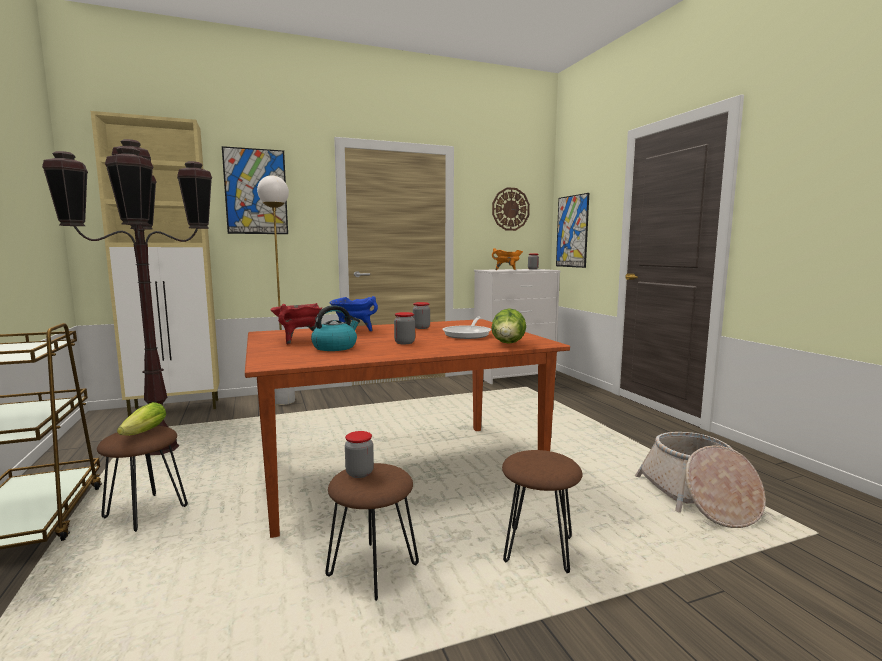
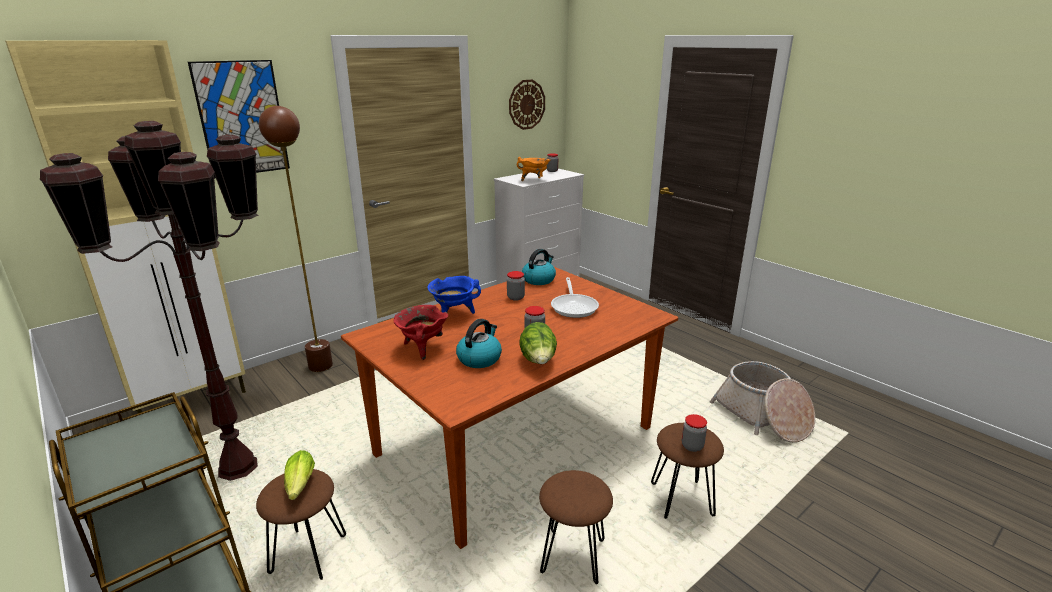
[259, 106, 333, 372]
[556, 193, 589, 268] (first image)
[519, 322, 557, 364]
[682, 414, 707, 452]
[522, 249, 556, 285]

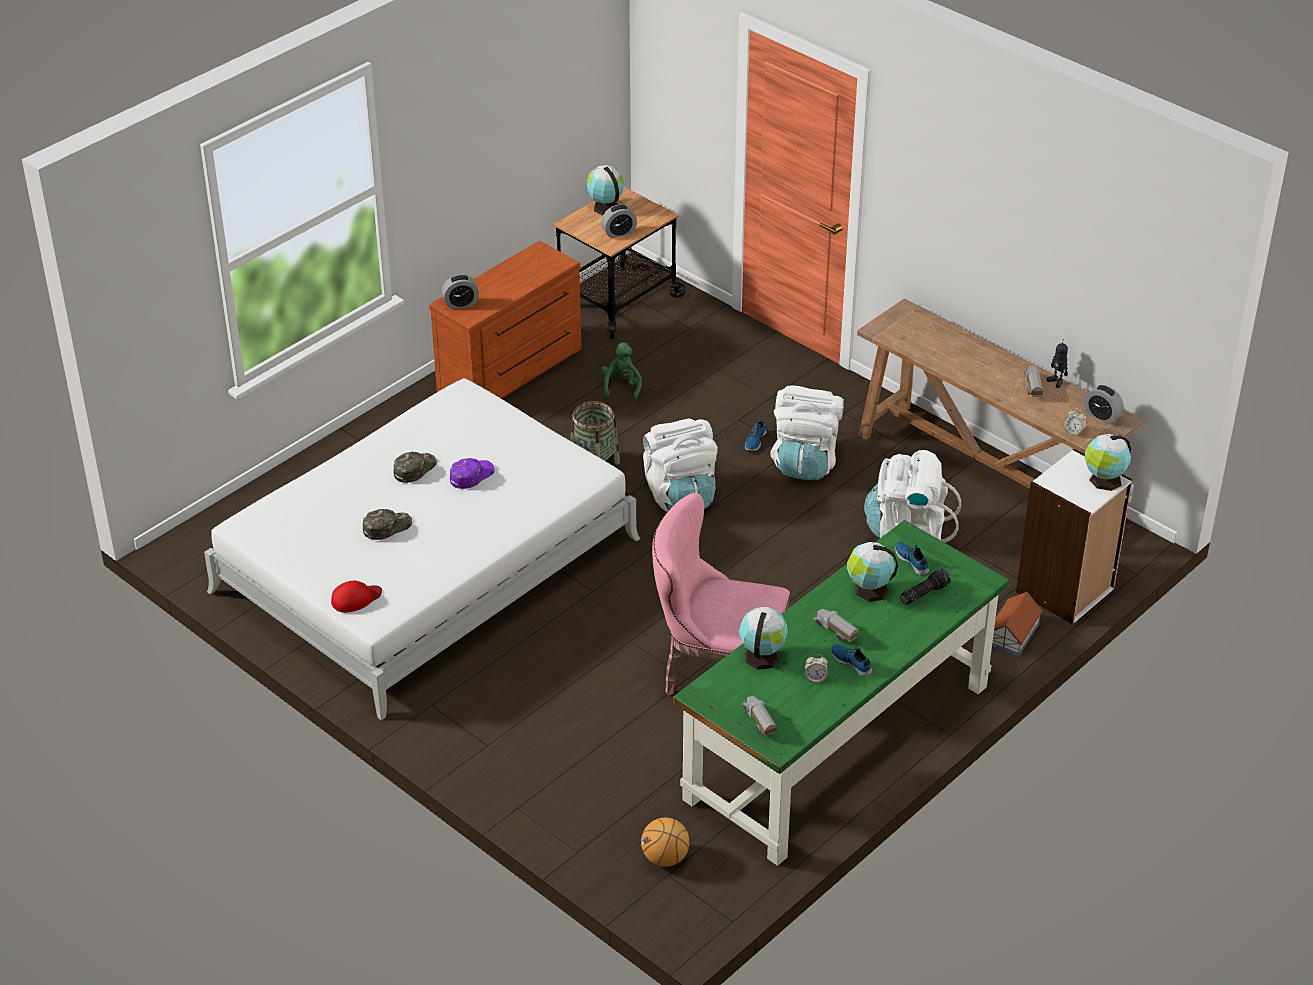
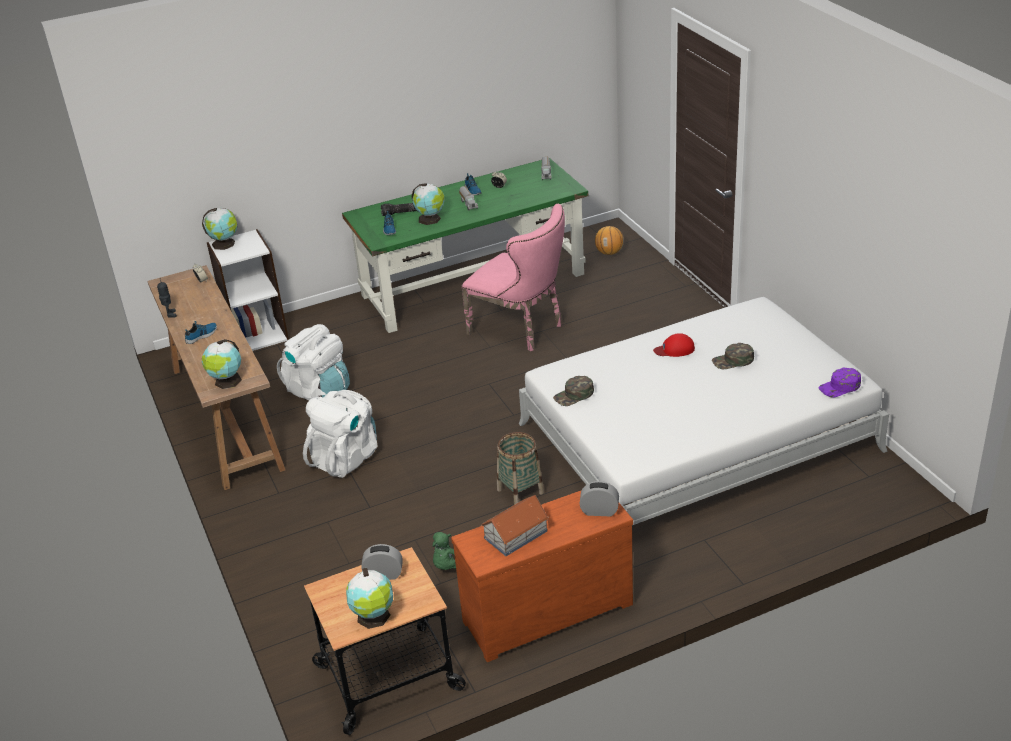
[1024, 366, 1043, 397] (first image)
[1084, 385, 1124, 424] (first image)
[643, 418, 718, 512] (first image)
[185, 321, 217, 344]
[553, 376, 594, 406]
[818, 368, 861, 398]
[653, 333, 695, 357]
[481, 495, 549, 556]
[202, 339, 242, 389]

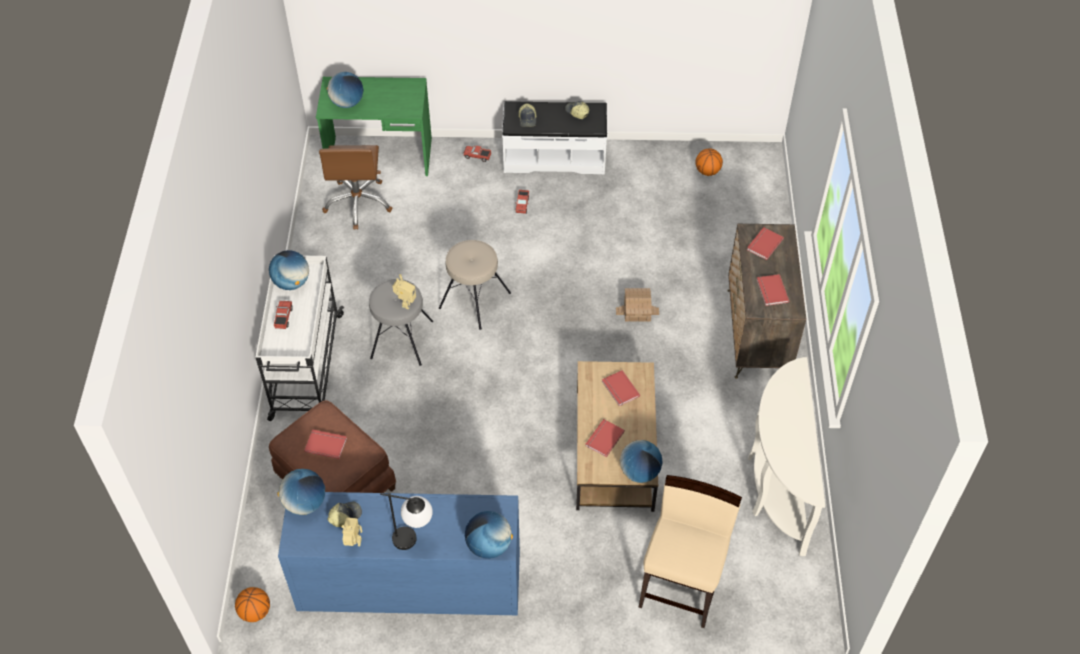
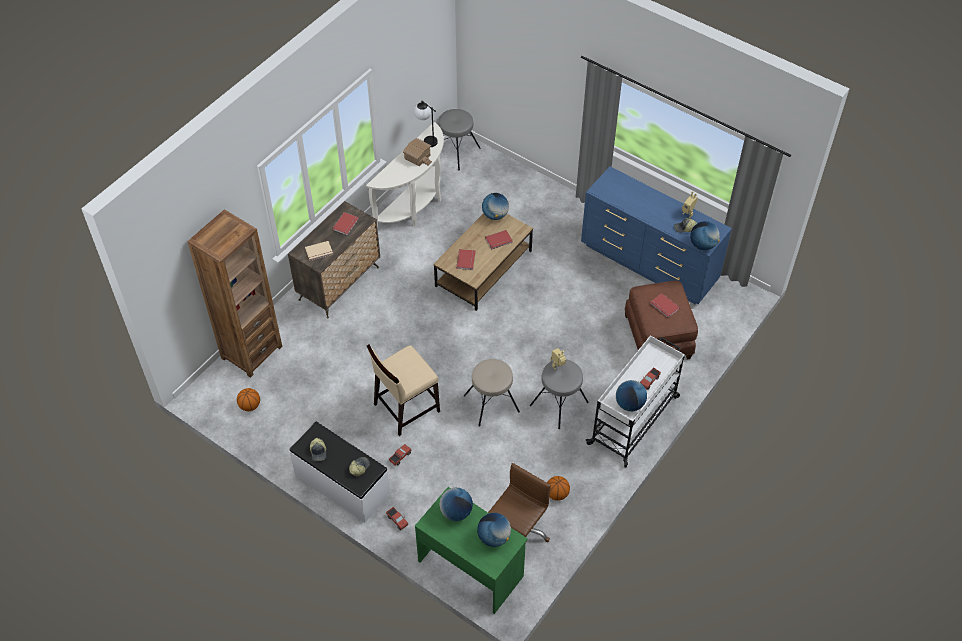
[305, 241, 333, 261]
[403, 138, 432, 166]
[367, 344, 440, 436]
[414, 101, 438, 147]
[439, 488, 473, 521]
[547, 476, 570, 501]
[438, 109, 480, 170]
[187, 209, 282, 378]

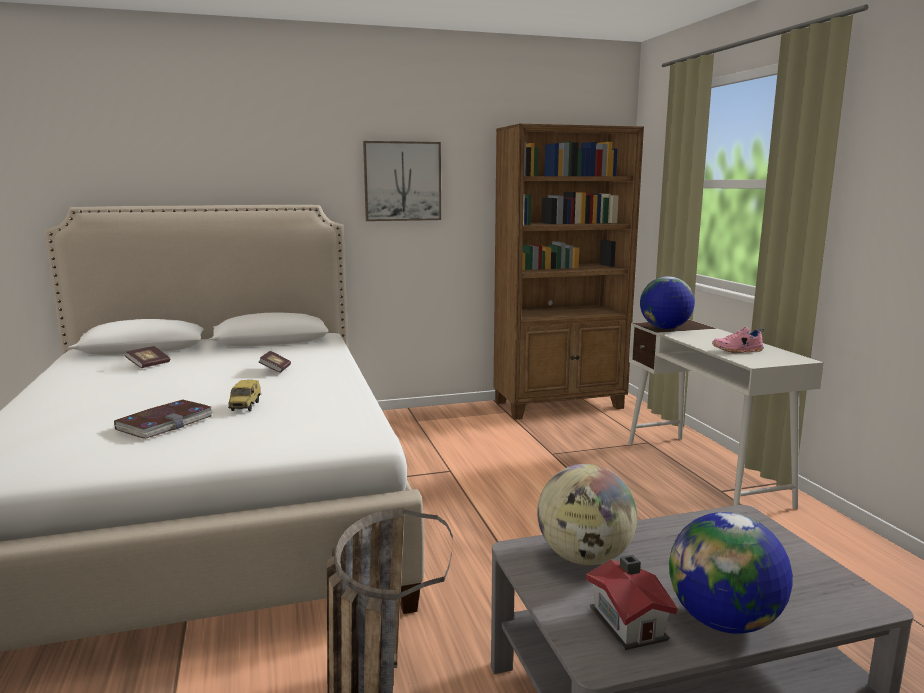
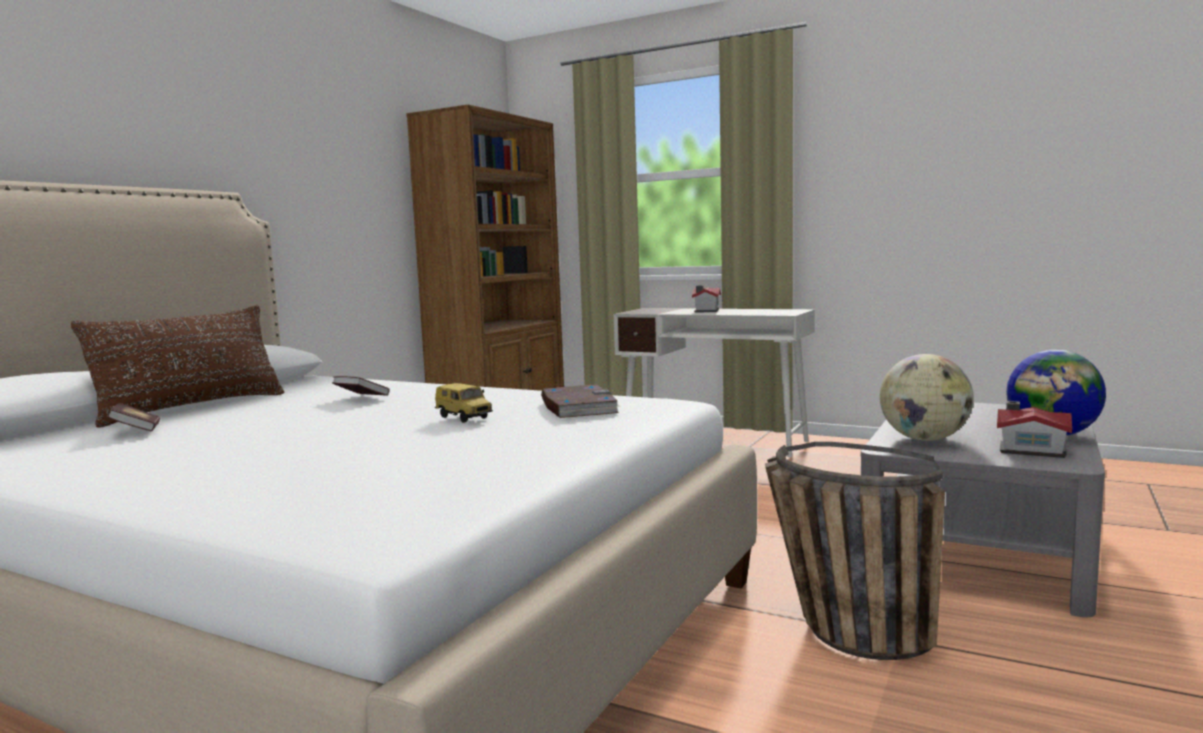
[363, 141, 441, 221] (first image)
[640, 276, 695, 329] (first image)
[712, 327, 764, 353] (first image)
[541, 385, 621, 418]
[692, 285, 721, 313]
[71, 306, 284, 428]

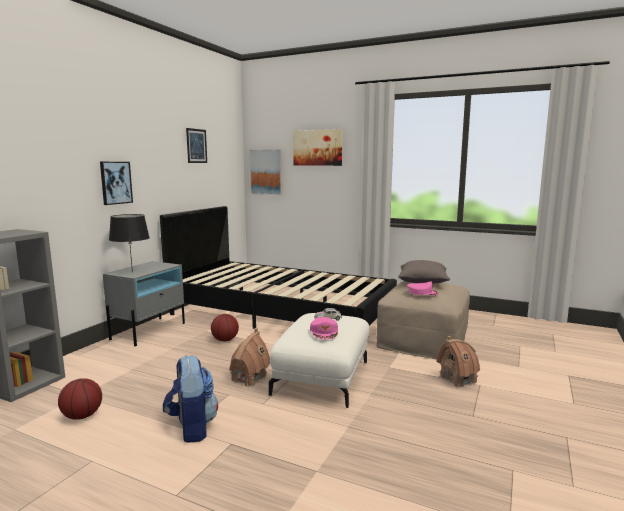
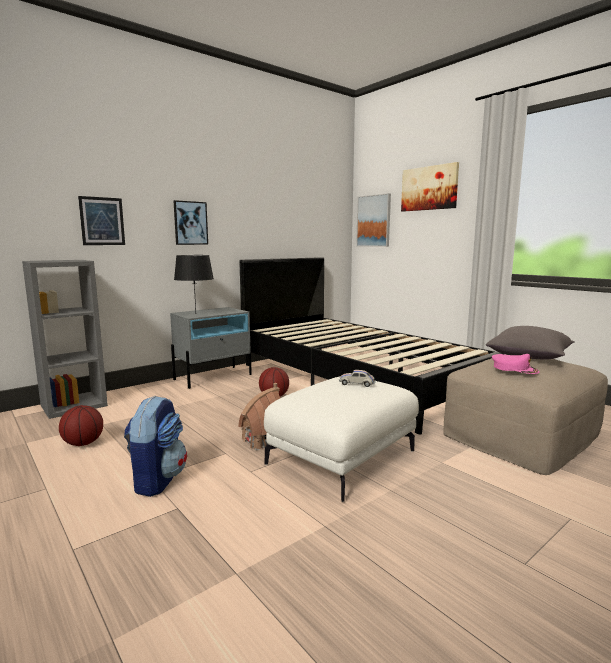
[78, 196, 125, 245]
[310, 317, 338, 339] (first image)
[437, 336, 480, 389] (first image)

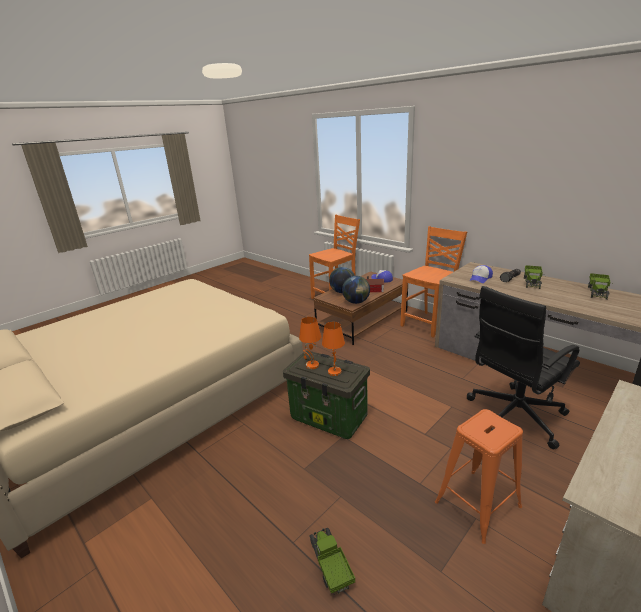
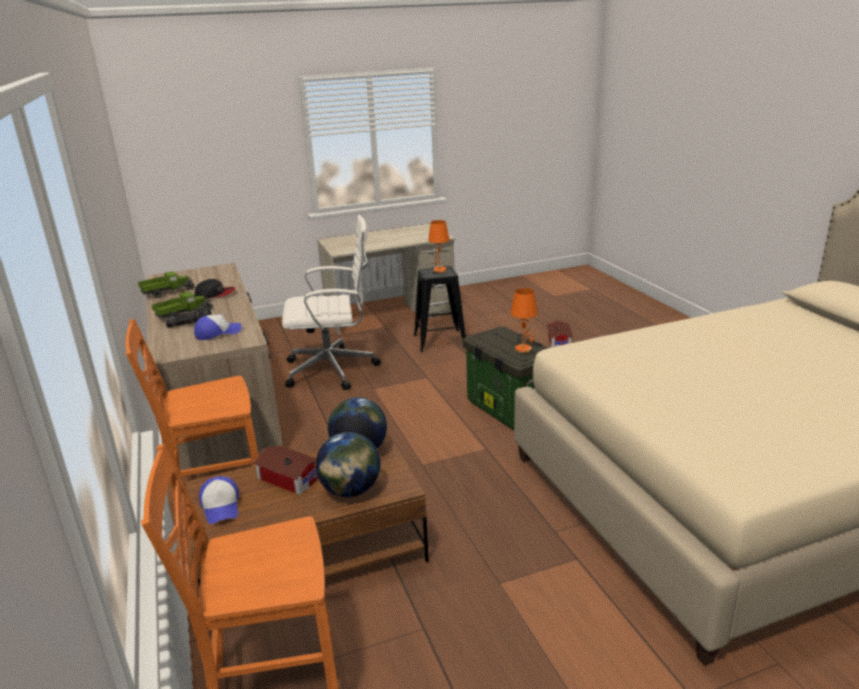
[282, 215, 381, 390]
[428, 220, 450, 273]
[414, 266, 466, 352]
[547, 320, 573, 347]
[195, 279, 235, 299]

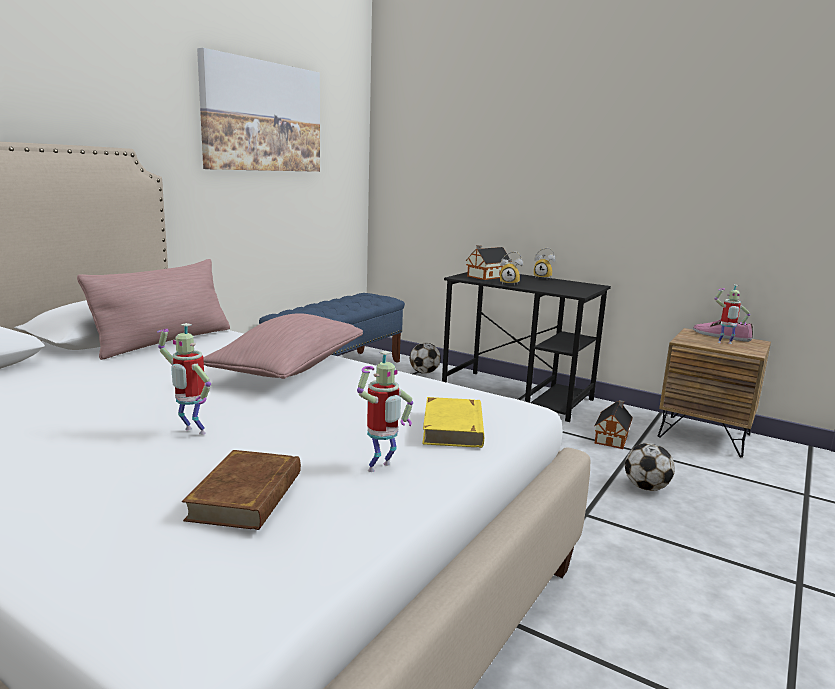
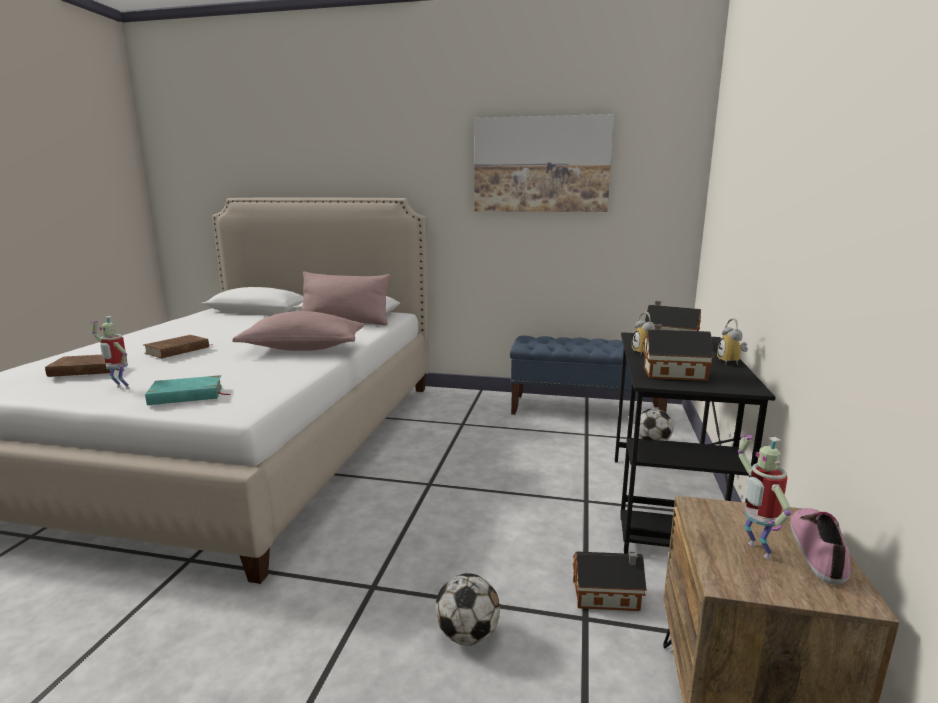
[144, 335, 212, 358]
[145, 375, 230, 405]
[642, 324, 714, 381]

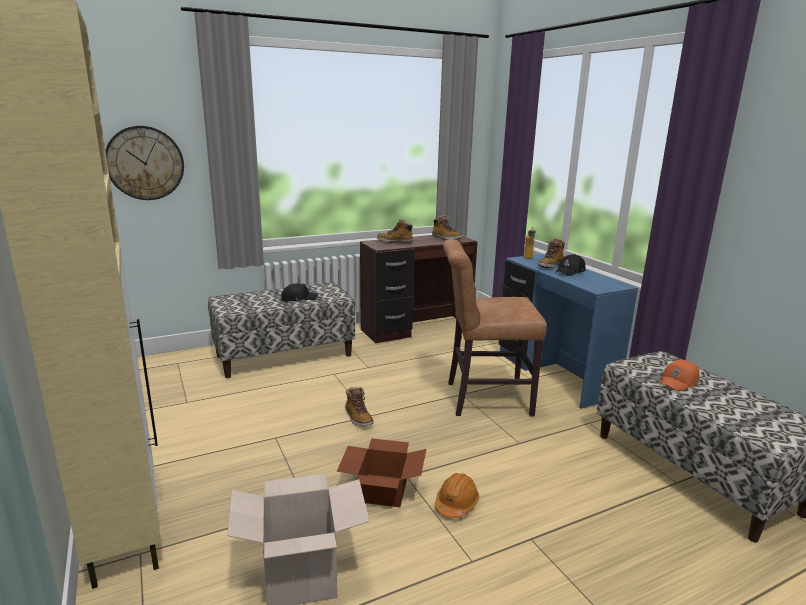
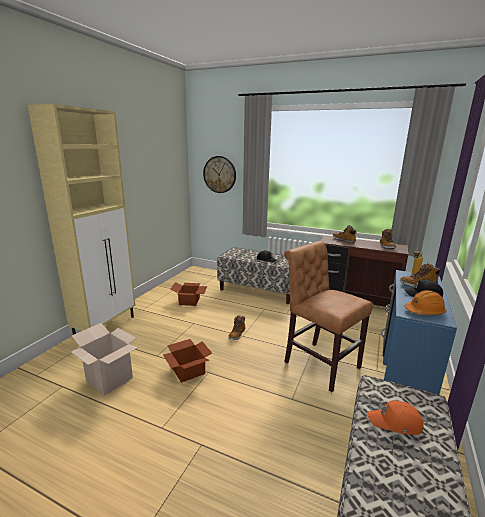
[405, 290, 447, 315]
[170, 282, 208, 306]

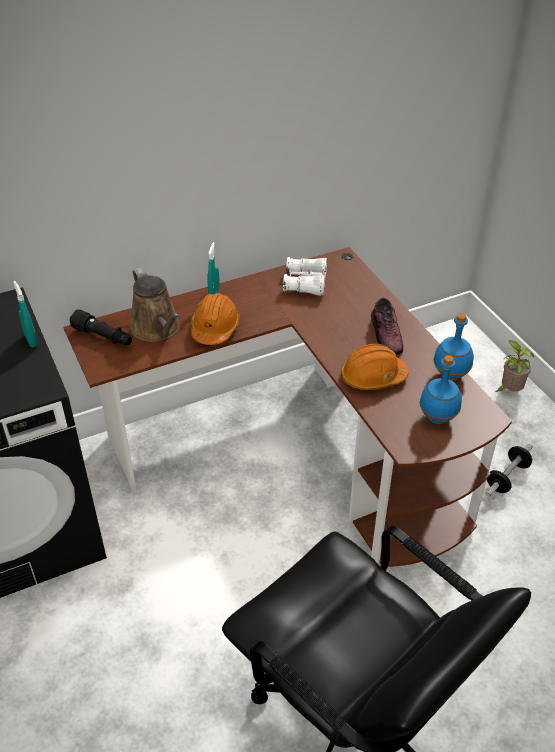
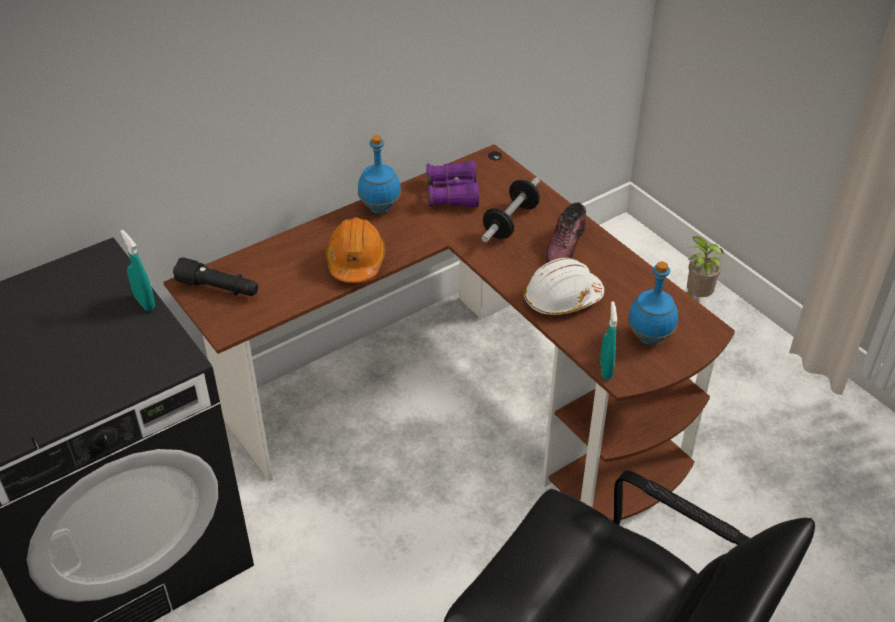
[600, 301, 617, 380]
[426, 161, 479, 208]
[130, 268, 180, 342] (first image)
[546, 202, 586, 263]
[358, 135, 401, 214]
[524, 258, 604, 315]
[481, 177, 540, 242]

